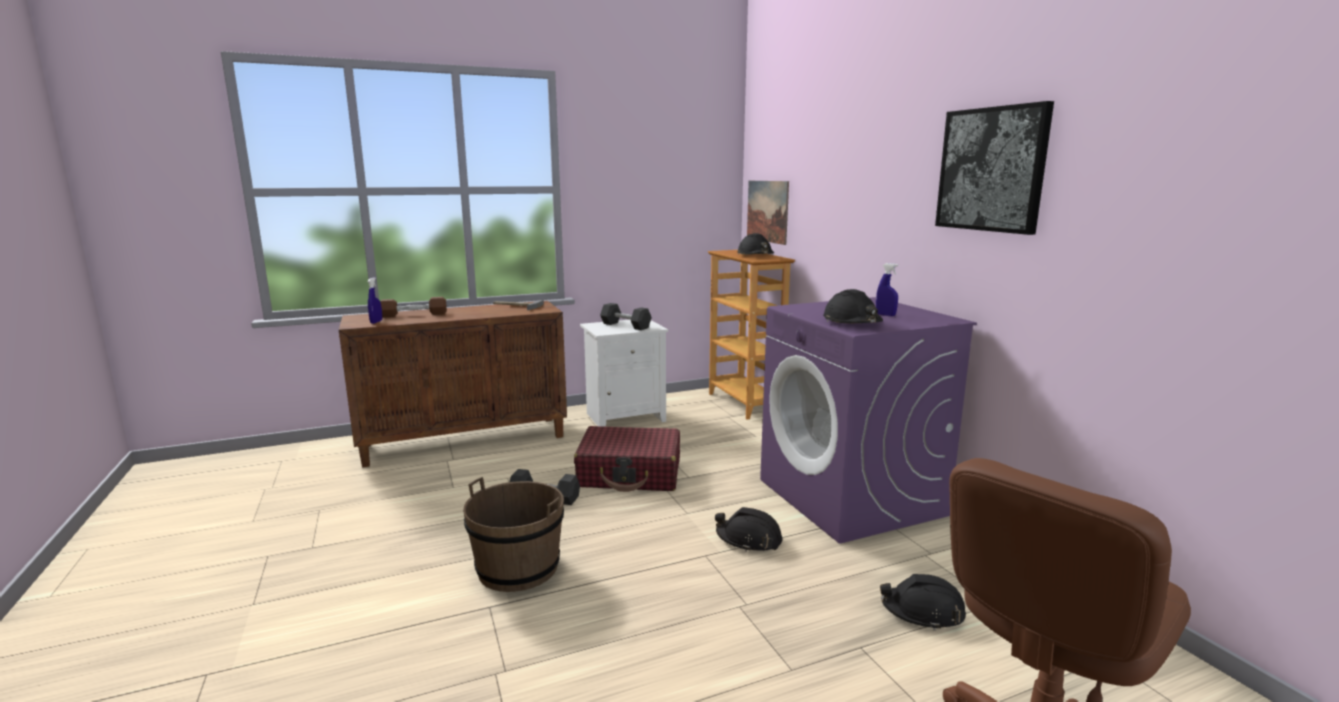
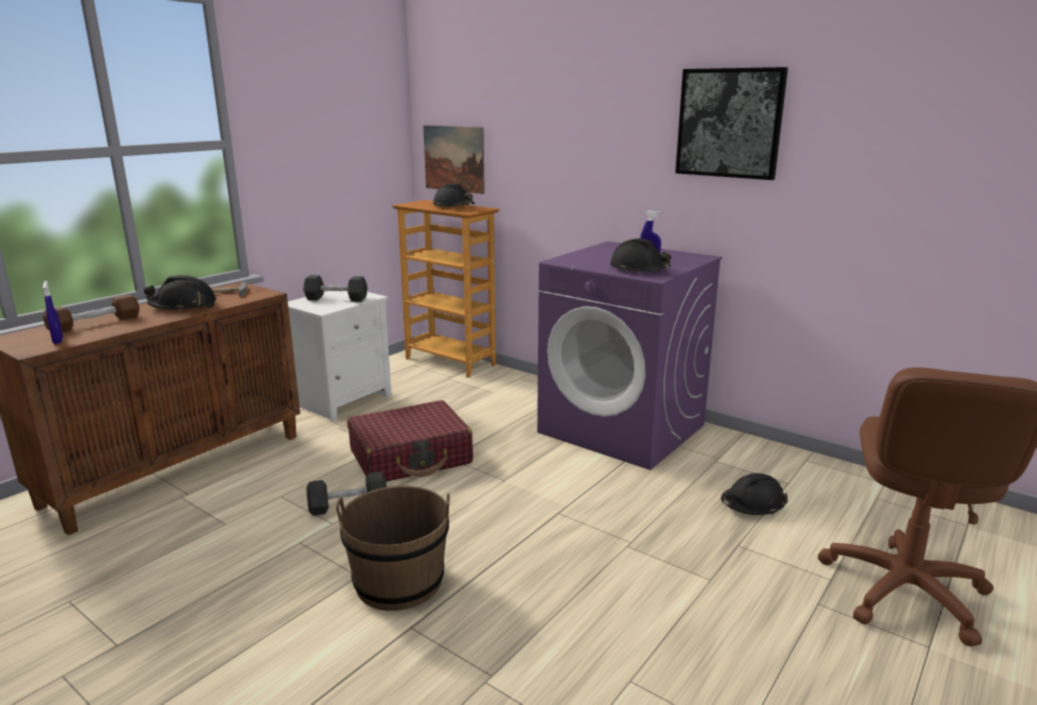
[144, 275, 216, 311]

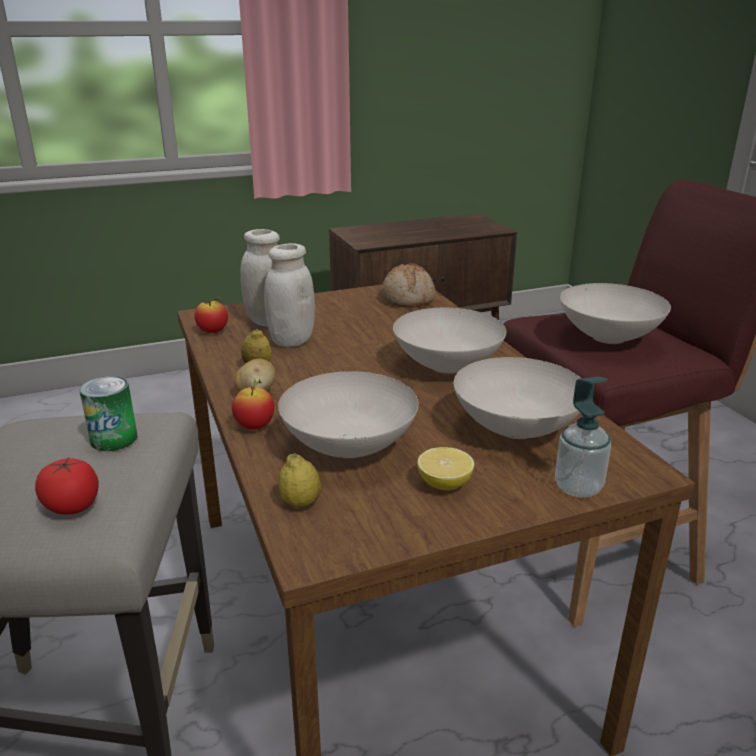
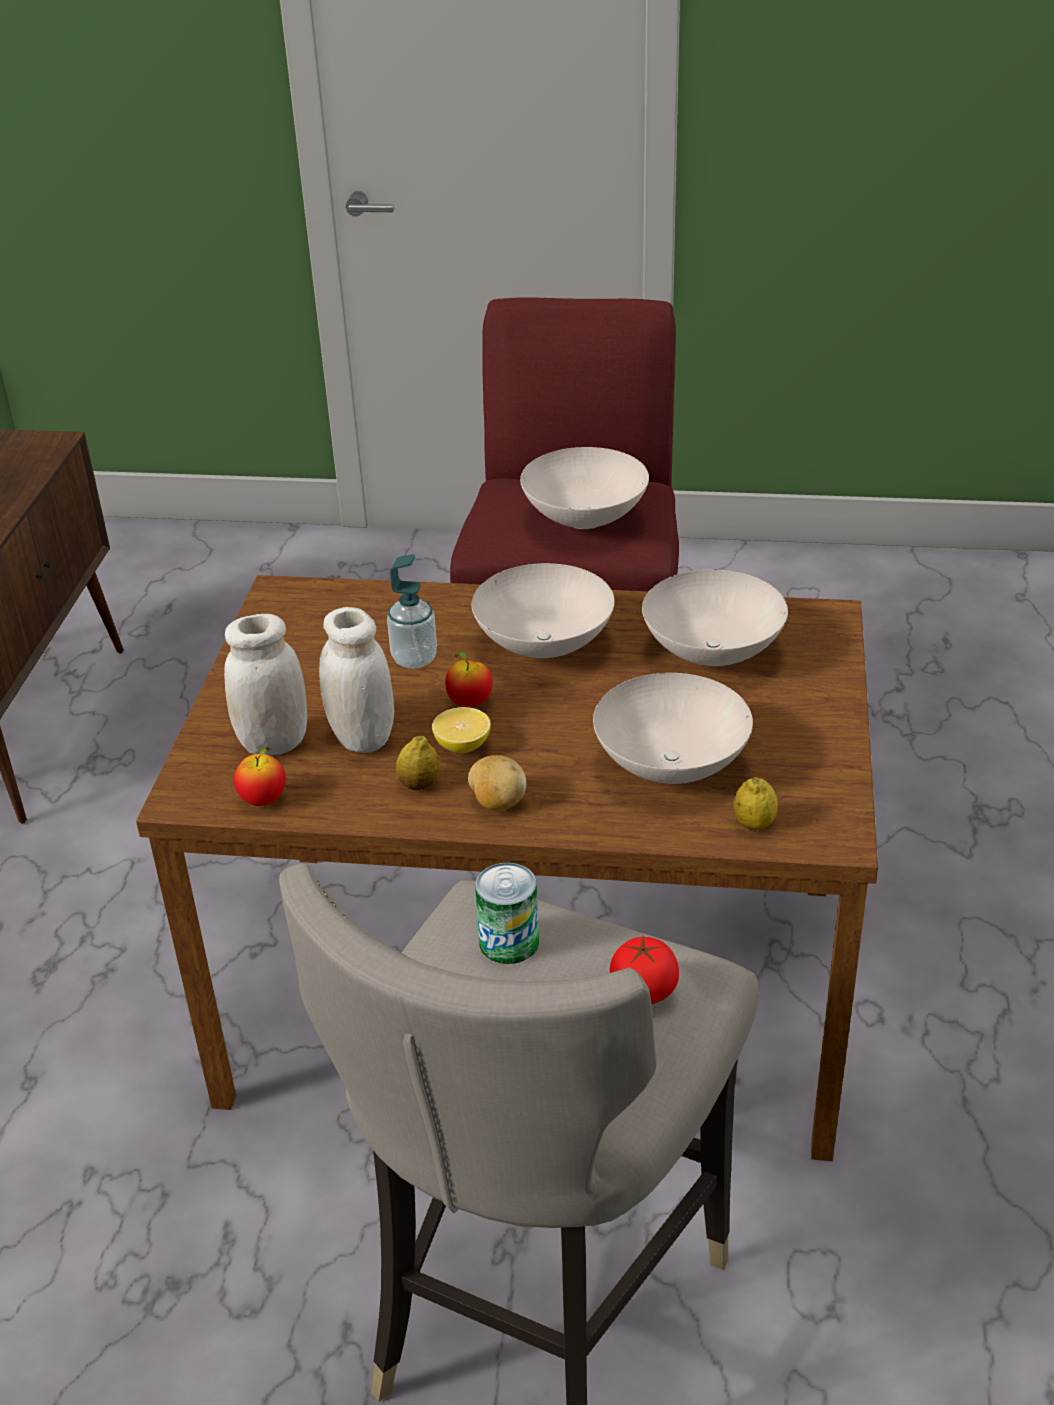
[381, 263, 436, 308] (first image)
[387, 554, 437, 669]
[445, 651, 493, 707]
[432, 707, 491, 754]

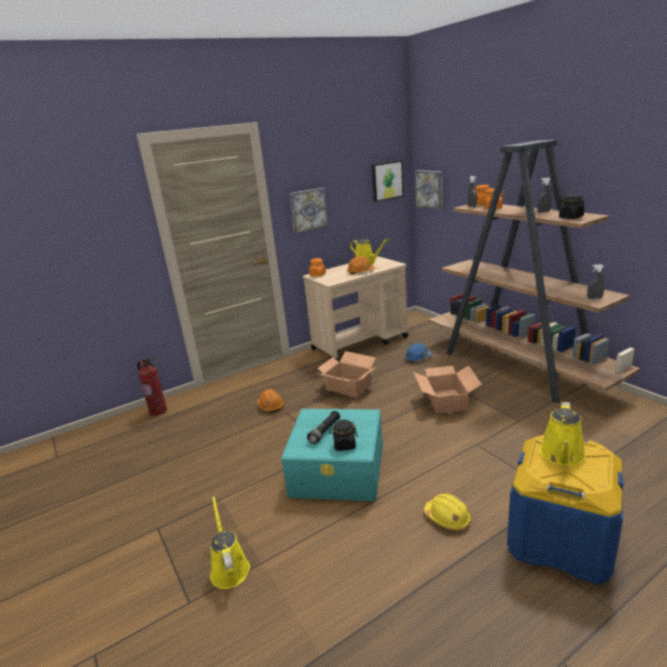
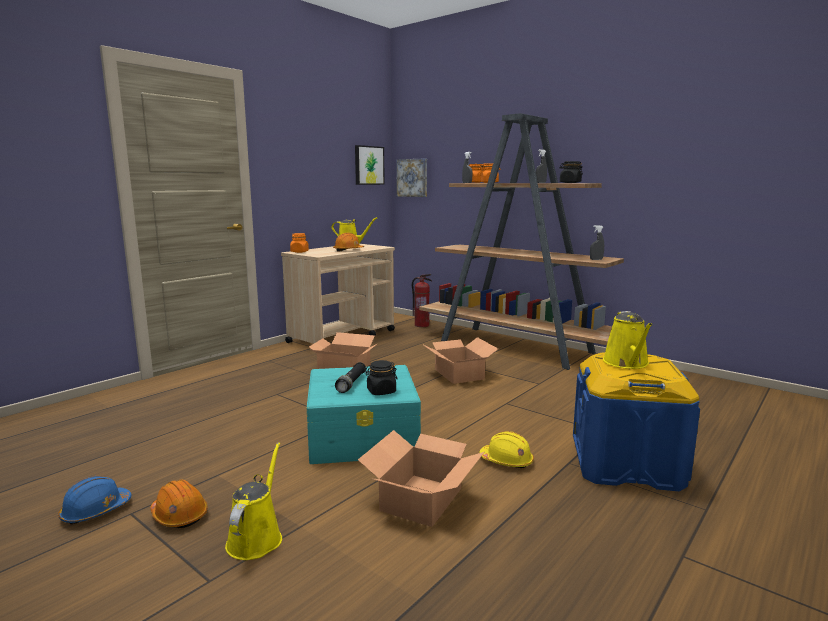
[289, 188, 328, 233] (first image)
[58, 476, 131, 525]
[412, 274, 432, 327]
[150, 479, 208, 528]
[225, 442, 282, 560]
[358, 430, 484, 527]

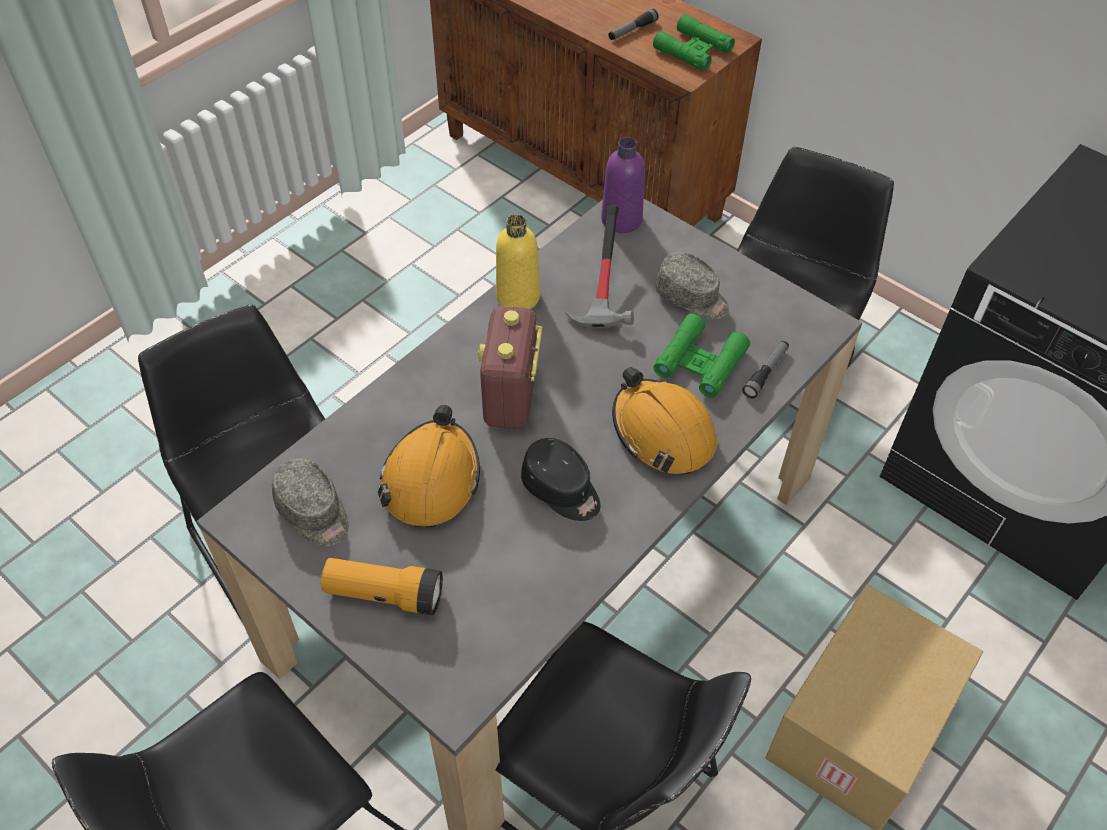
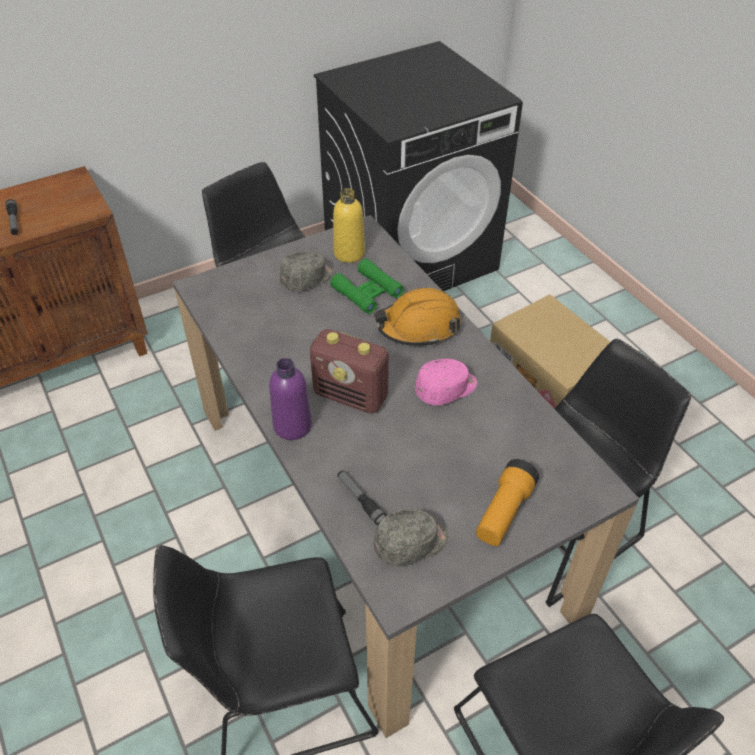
[653, 14, 735, 71] (first image)
[269, 358, 312, 440]
[565, 206, 634, 327] (first image)
[333, 188, 365, 263]
[337, 470, 386, 525]
[378, 405, 480, 527] (first image)
[415, 359, 477, 405]

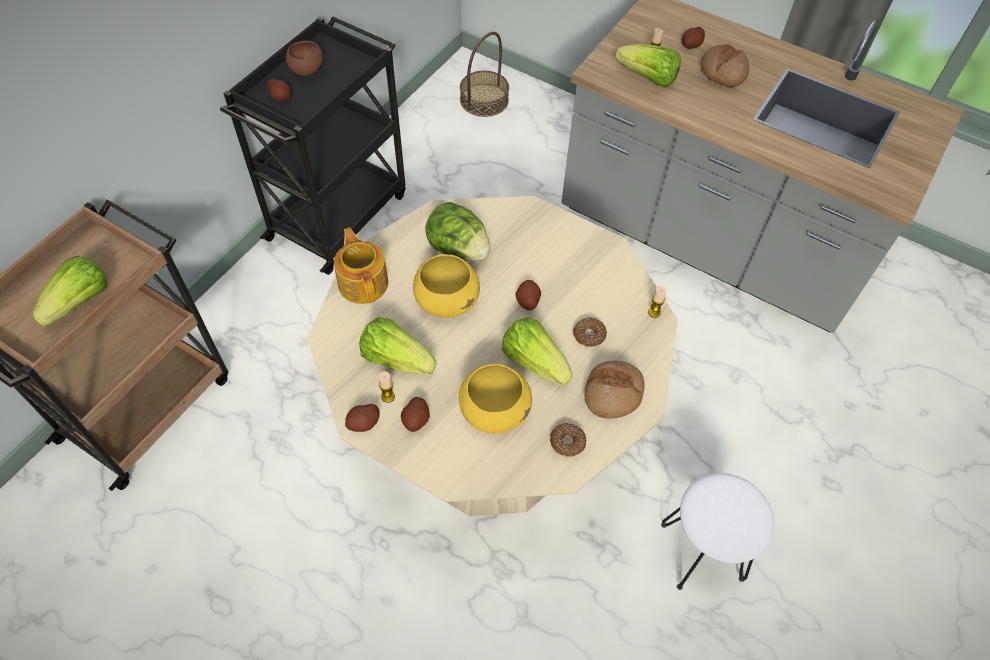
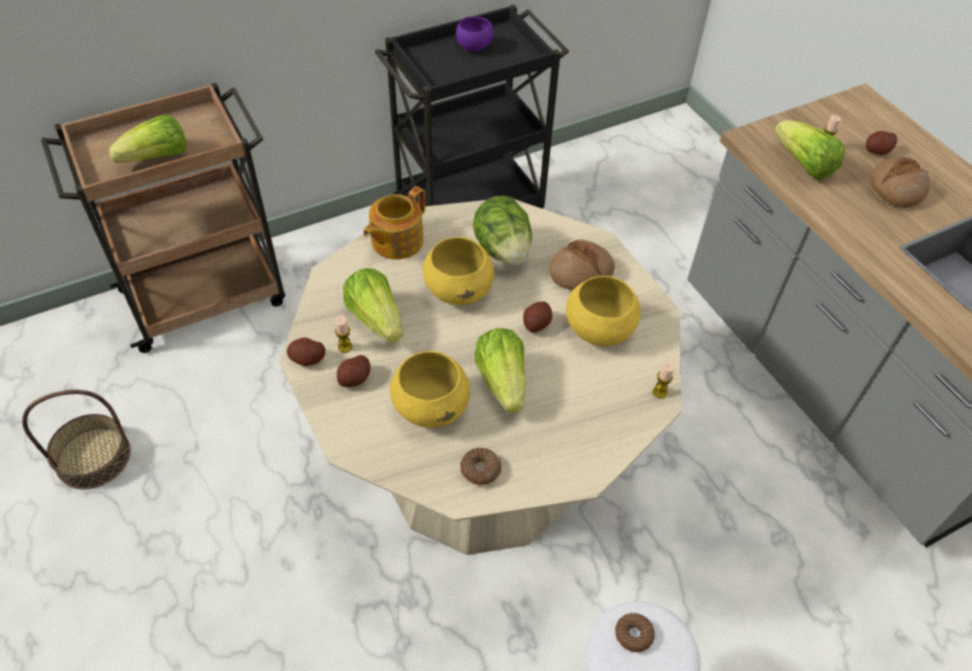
[22, 390, 131, 489]
[456, 16, 493, 51]
[267, 79, 291, 102] (first image)
[363, 186, 425, 260]
[615, 613, 655, 652]
[549, 240, 615, 290]
[566, 276, 641, 346]

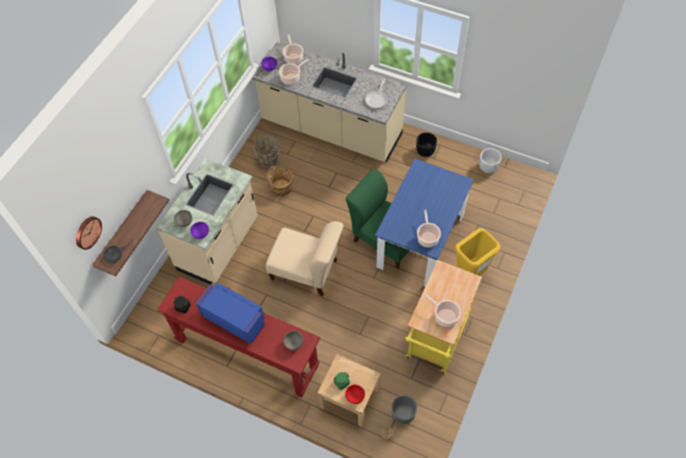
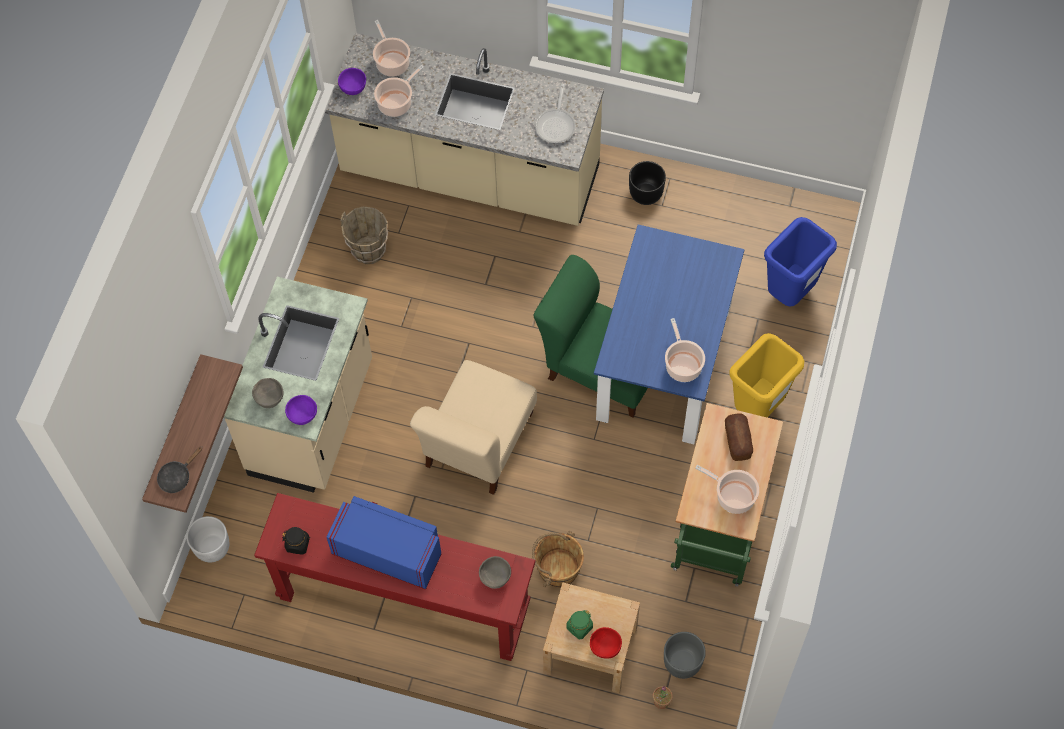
[186, 516, 229, 562]
[532, 531, 584, 587]
[76, 216, 102, 250] (first image)
[410, 360, 537, 495]
[671, 403, 783, 587]
[764, 217, 837, 306]
[725, 413, 753, 461]

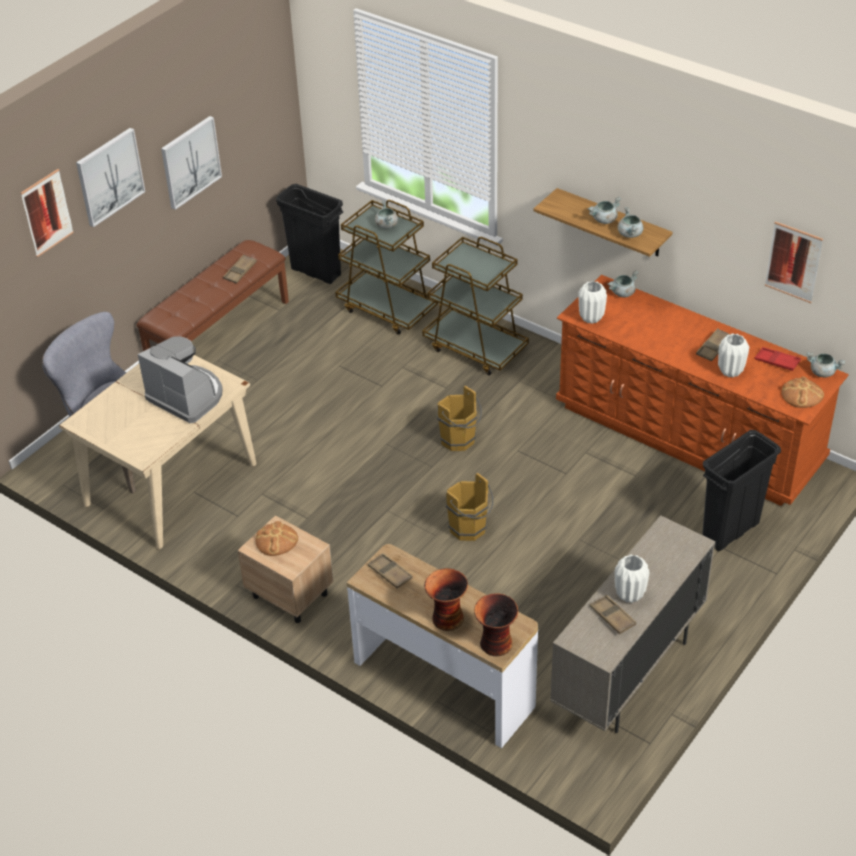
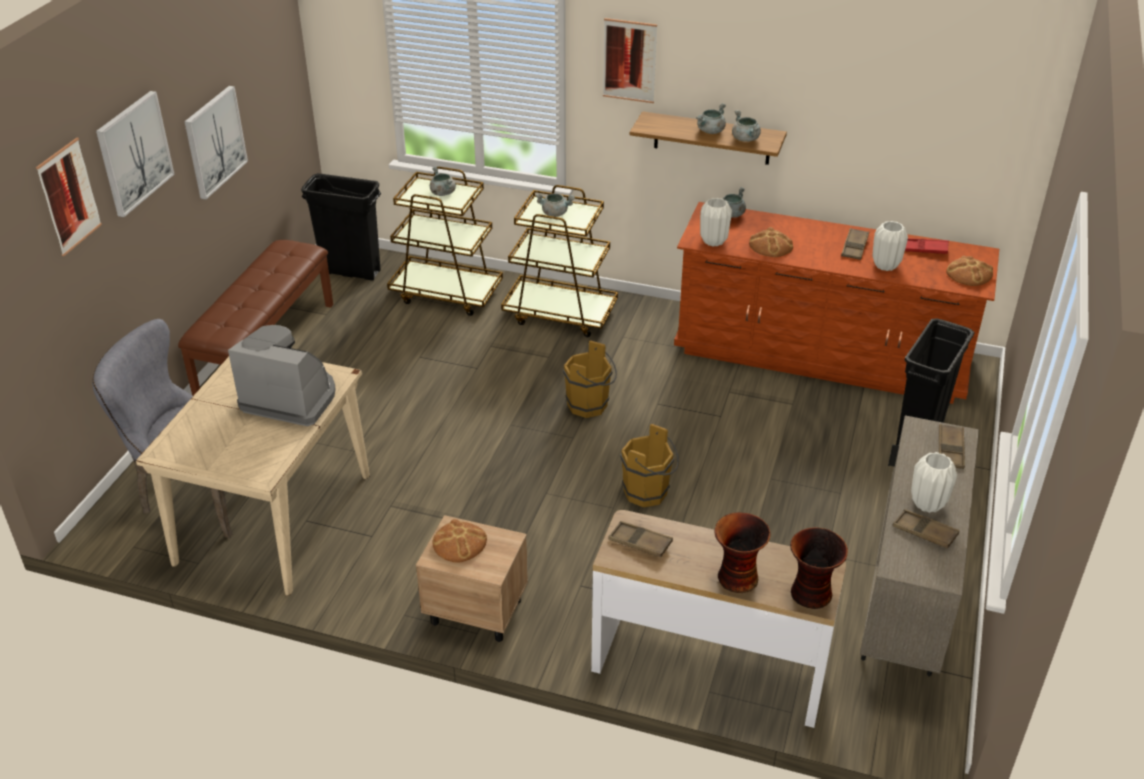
[603, 18, 657, 103]
[939, 424, 965, 469]
[536, 193, 575, 217]
[749, 227, 793, 257]

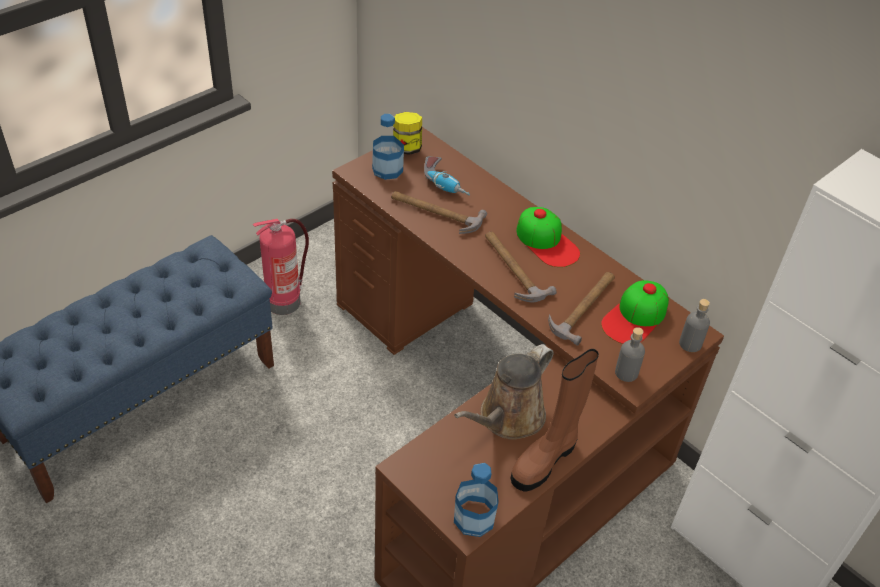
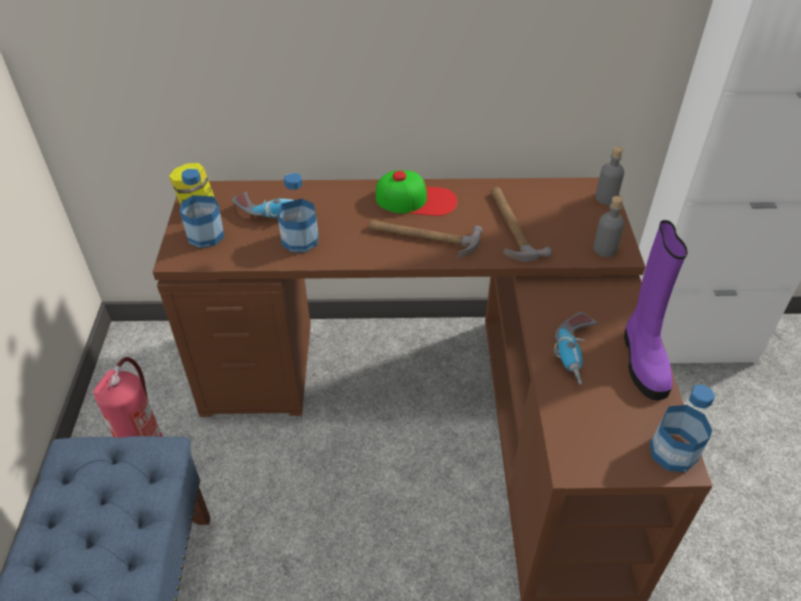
[277, 173, 318, 252]
[601, 280, 669, 344] (first image)
[554, 312, 597, 385]
[624, 220, 688, 400]

